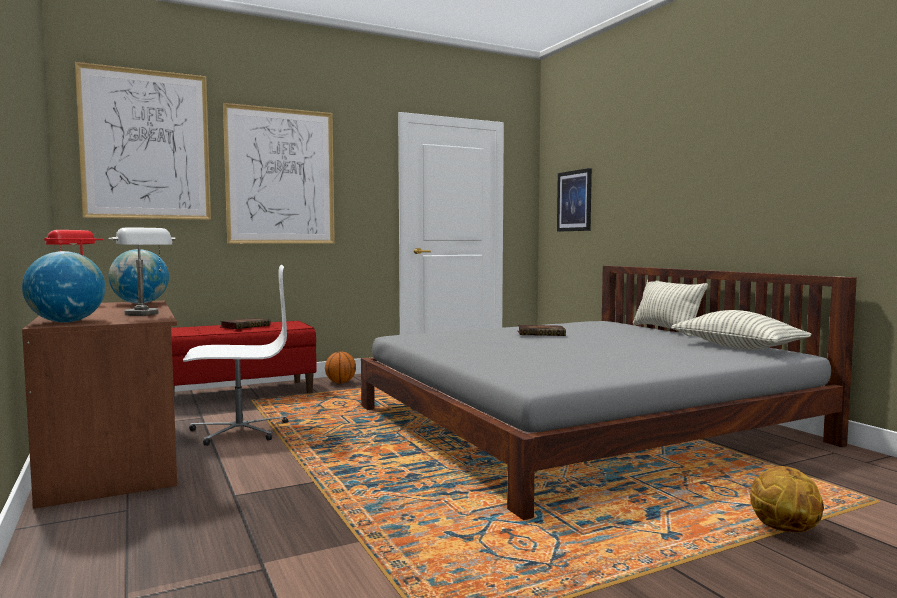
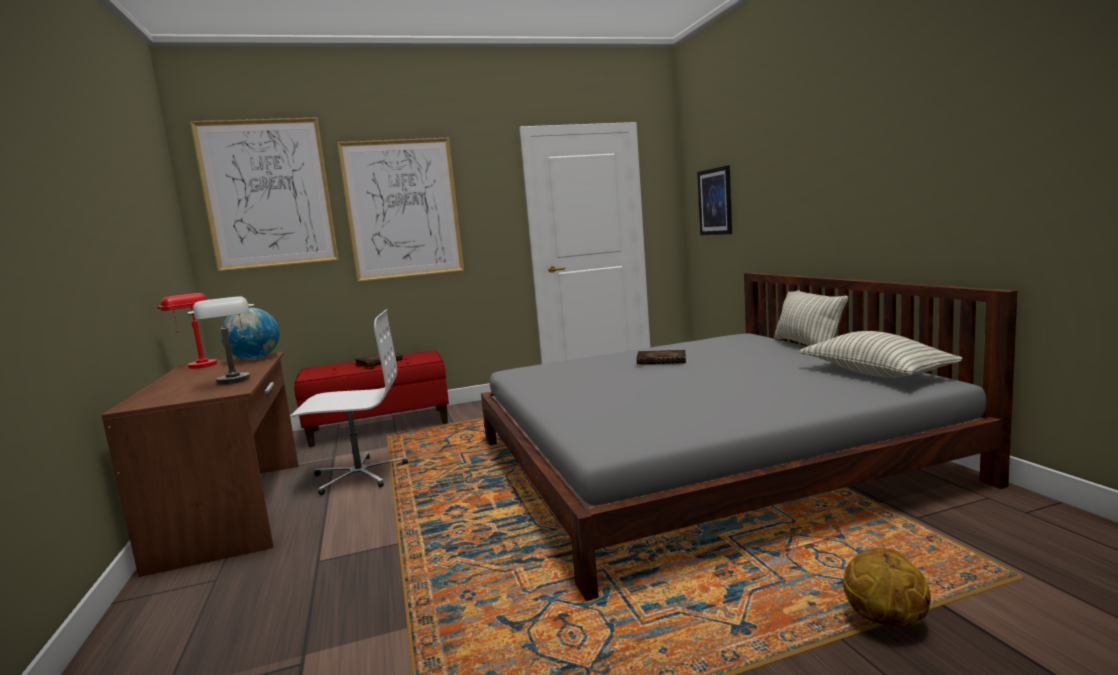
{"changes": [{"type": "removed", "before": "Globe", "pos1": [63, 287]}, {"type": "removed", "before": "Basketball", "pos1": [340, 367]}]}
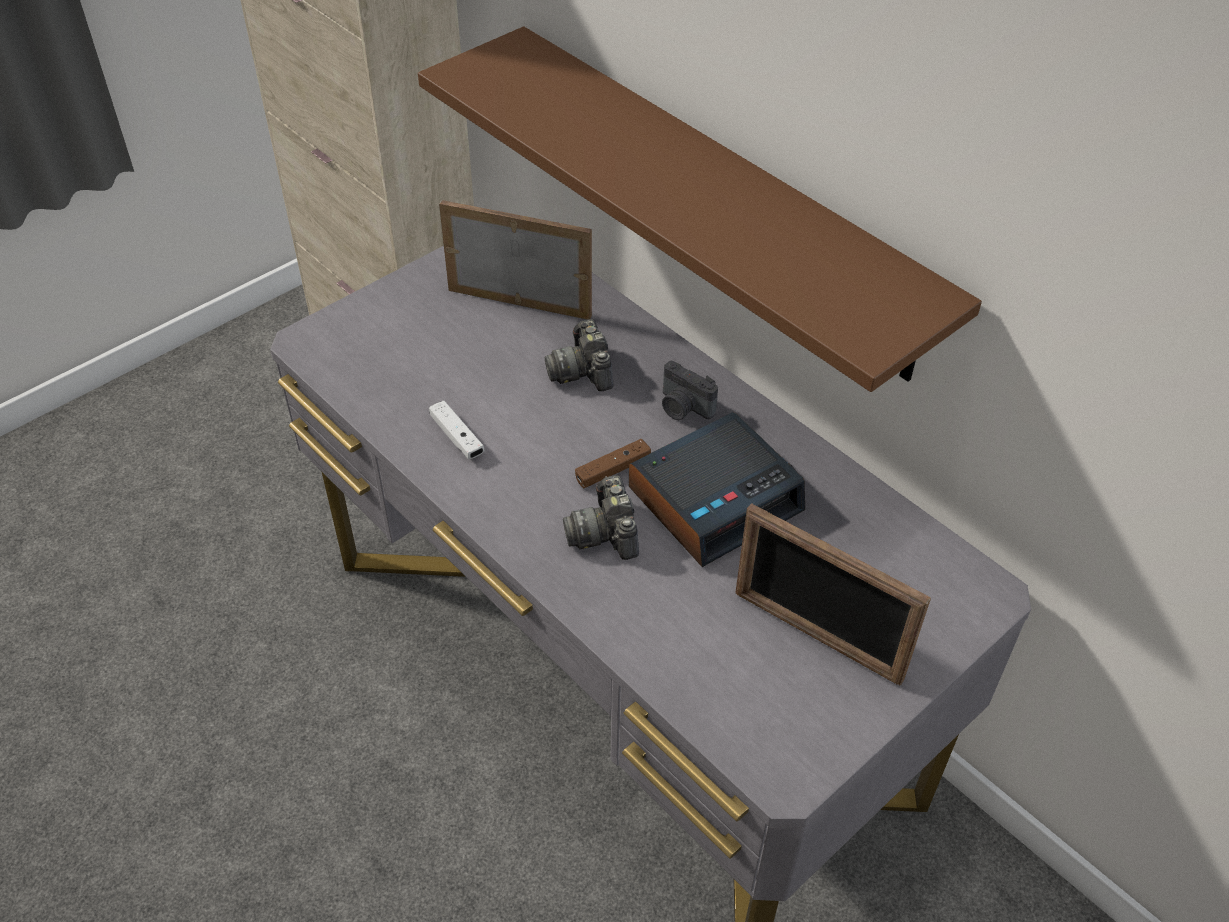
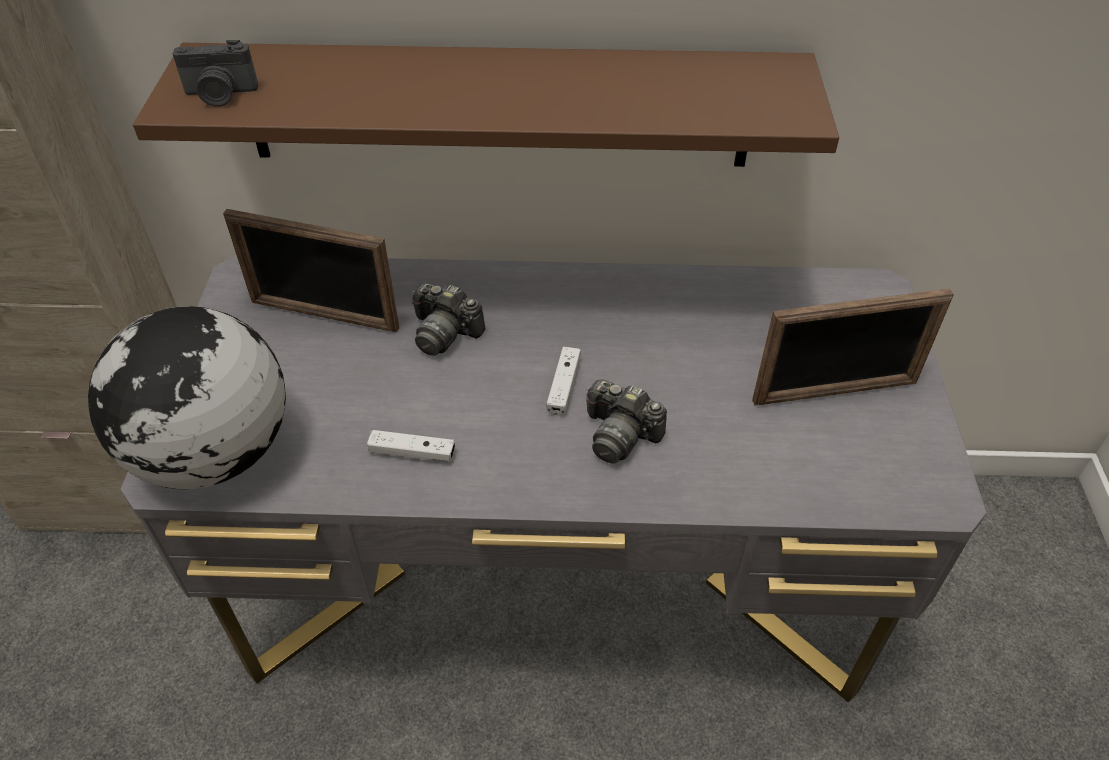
{"changes": [{"type": "removed", "before": "AlarmClock", "pos1": [717, 489]}, {"type": "added", "after": "Globe", "pos2": [187, 397]}, {"type": "moved", "before": "PhotoCamera", "pos1": [690, 390], "pos2": [215, 73]}, {"type": "recoloured", "before": "BrownGameController", "after": "WhiteGameController", "pos1": [613, 463], "pos2": [564, 381]}, {"type": "turned", "before": "PictureFrame", "pos1": [515, 260], "pos2": [311, 270], "turn": -135}]}
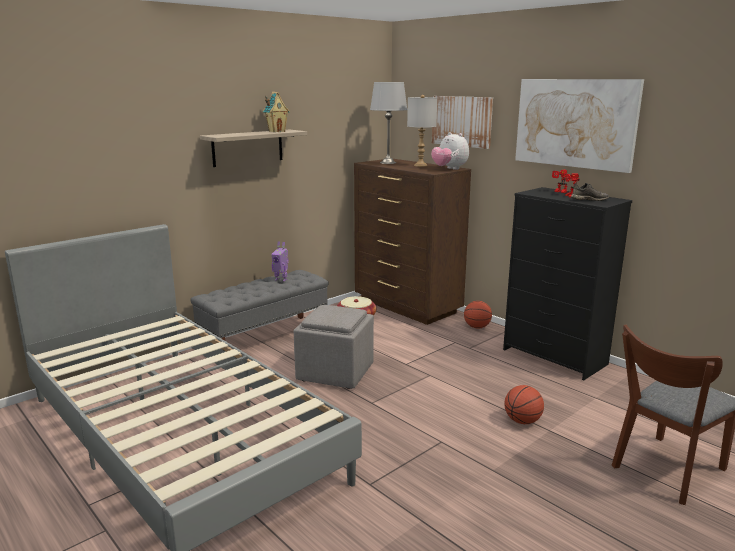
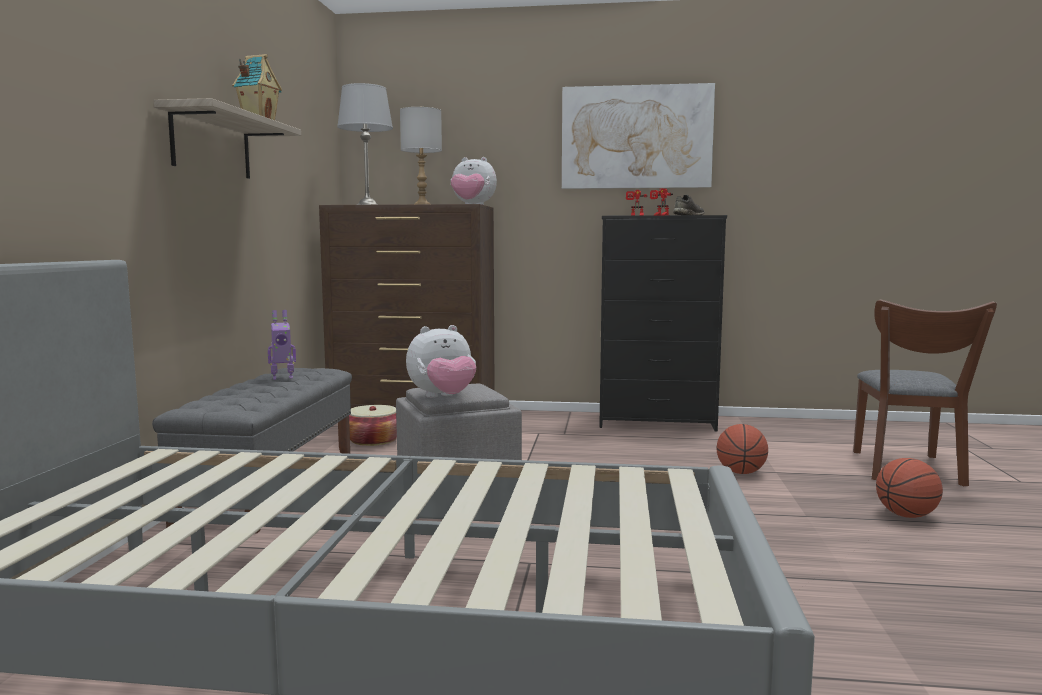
{"changes": [{"type": "removed", "before": "Picture", "pos1": [462, 122]}, {"type": "added", "after": "PlushToy", "pos2": [441, 361]}, {"type": "moved", "before": "Basketball", "pos1": [478, 315], "pos2": [909, 488]}]}
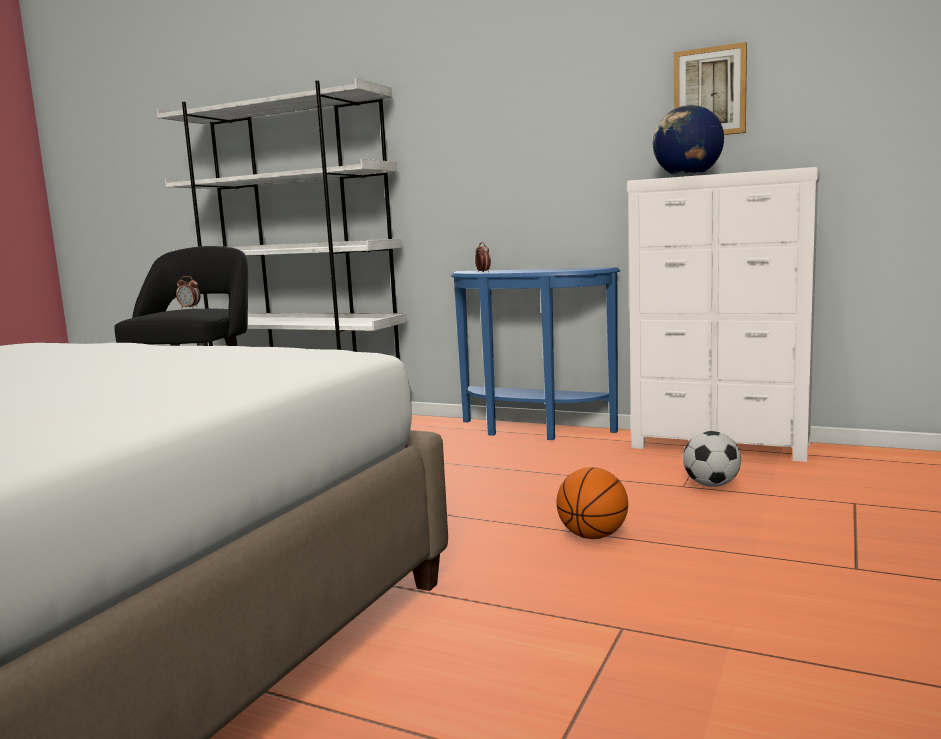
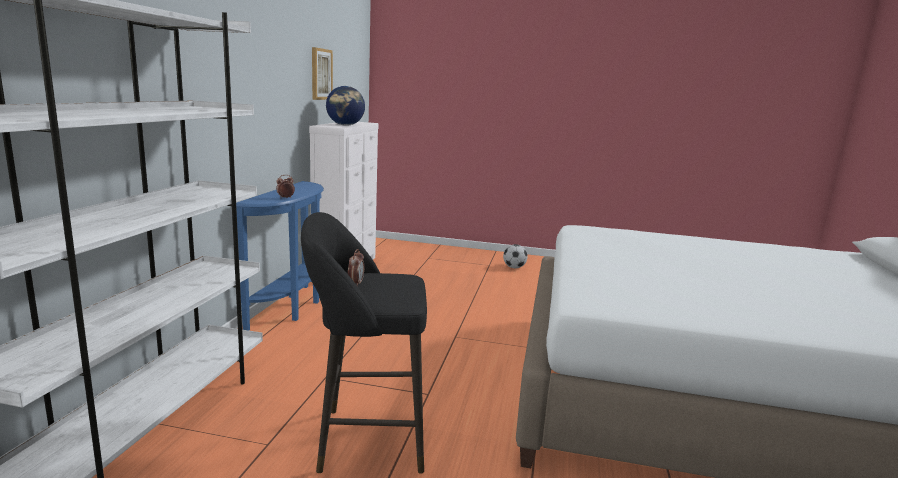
{"changes": [{"type": "removed", "before": "Basketball", "pos1": [592, 503]}, {"type": "moved", "before": "Football", "pos1": [712, 459], "pos2": [515, 256]}]}
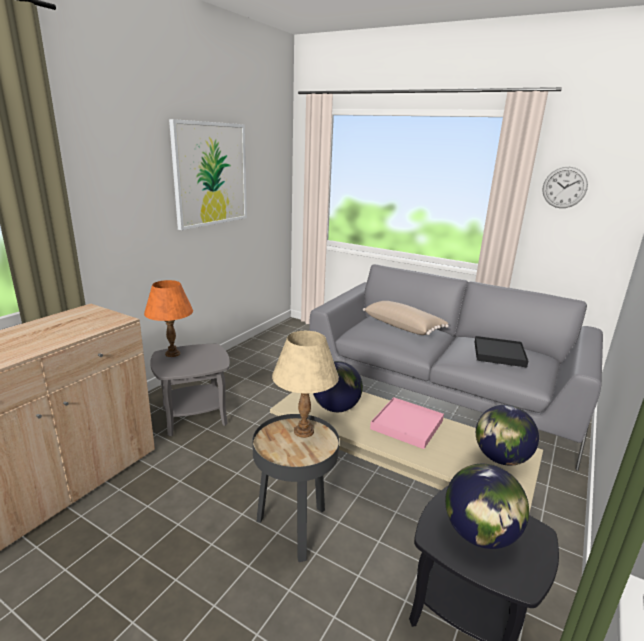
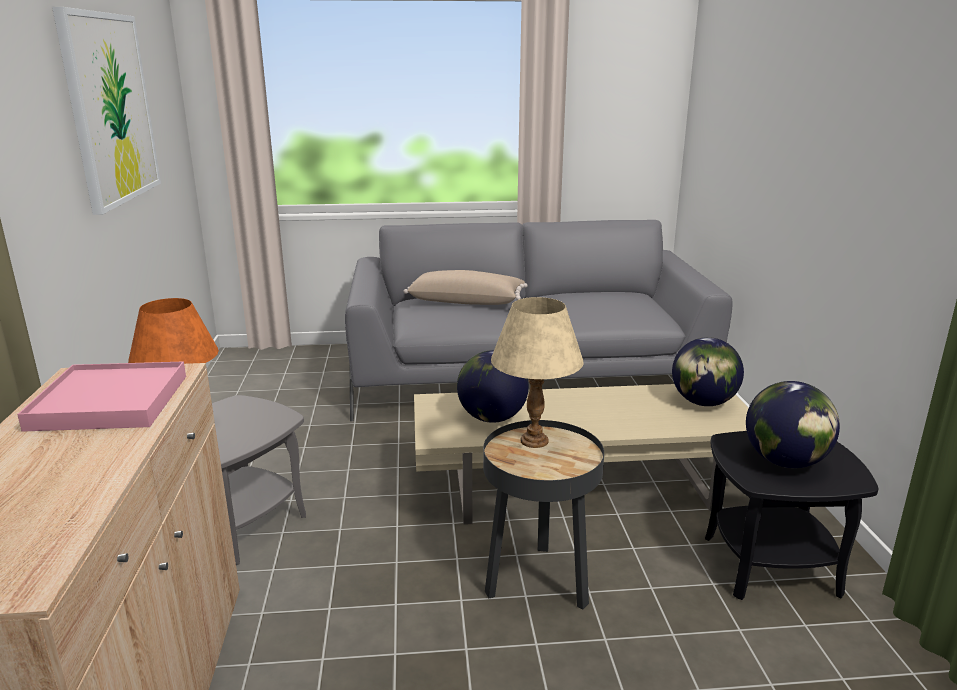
{"changes": [{"type": "removed", "before": "BlackTray", "pos1": [501, 352]}, {"type": "removed", "before": "WallClock", "pos1": [565, 187]}, {"type": "moved", "before": "PinkTray", "pos1": [407, 423], "pos2": [101, 396]}]}
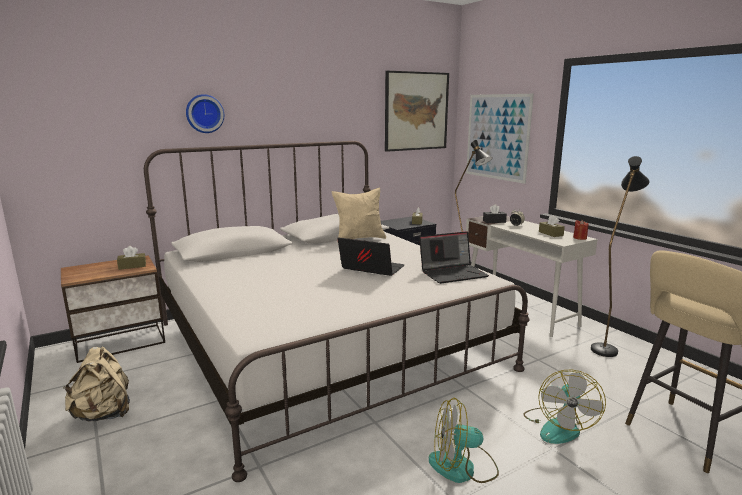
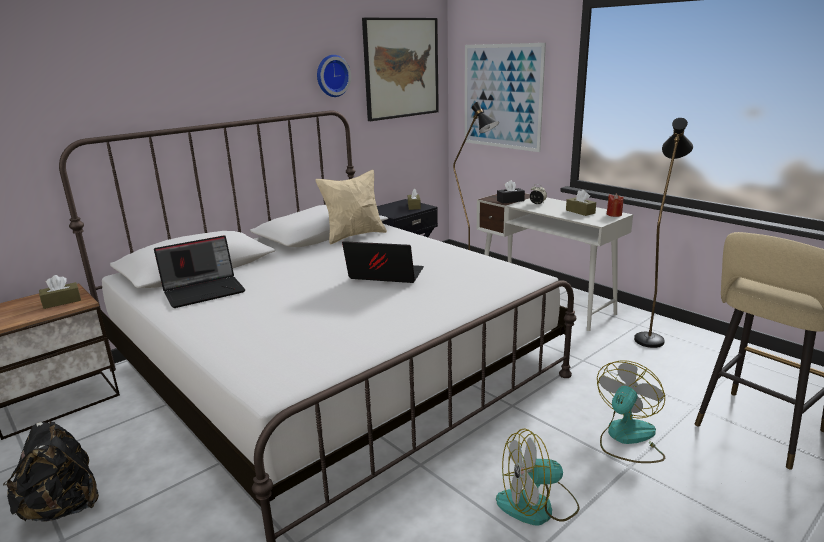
{"changes": [{"type": "moved", "before": "WallClock", "pos1": [205, 113], "pos2": [334, 76]}, {"type": "moved", "before": "Laptop", "pos1": [454, 257], "pos2": [199, 271]}, {"type": "recoloured", "before": "BeigeBackpack", "after": "BlackBackpack", "pos1": [96, 383], "pos2": [51, 472]}, {"type": "turned", "before": "Fan", "pos1": [564, 406], "pos2": [631, 411], "turn": -150}]}
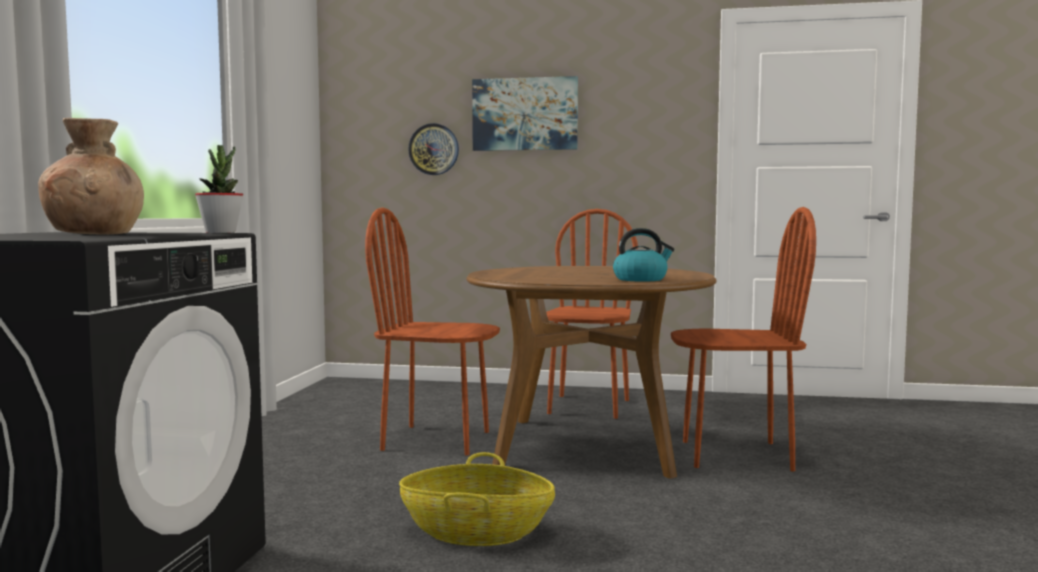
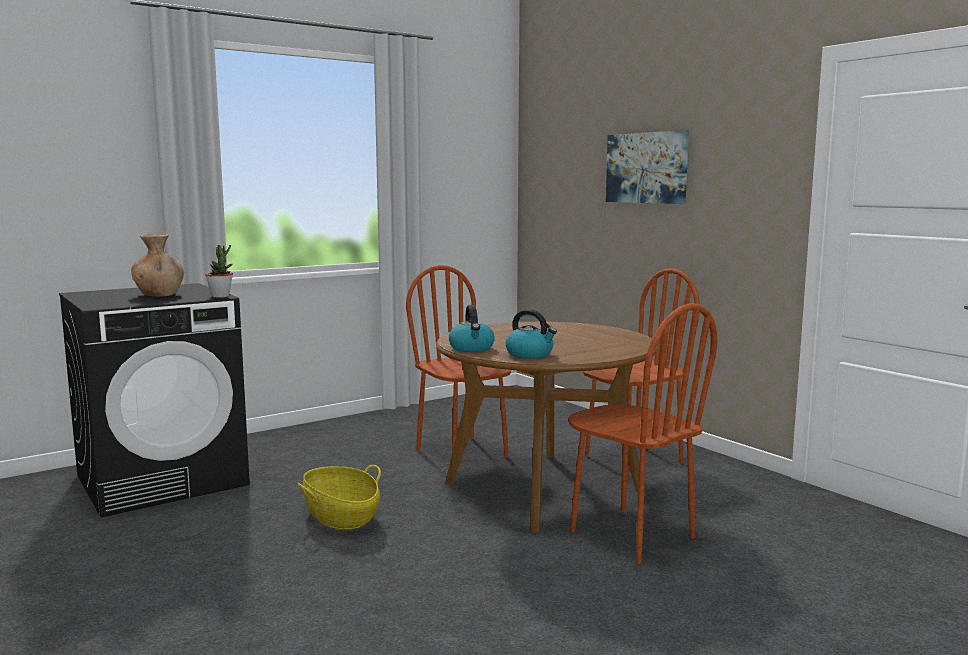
{"changes": [{"type": "removed", "before": "WallClock", "pos1": [433, 149]}, {"type": "added", "after": "Kettle", "pos2": [472, 328]}]}
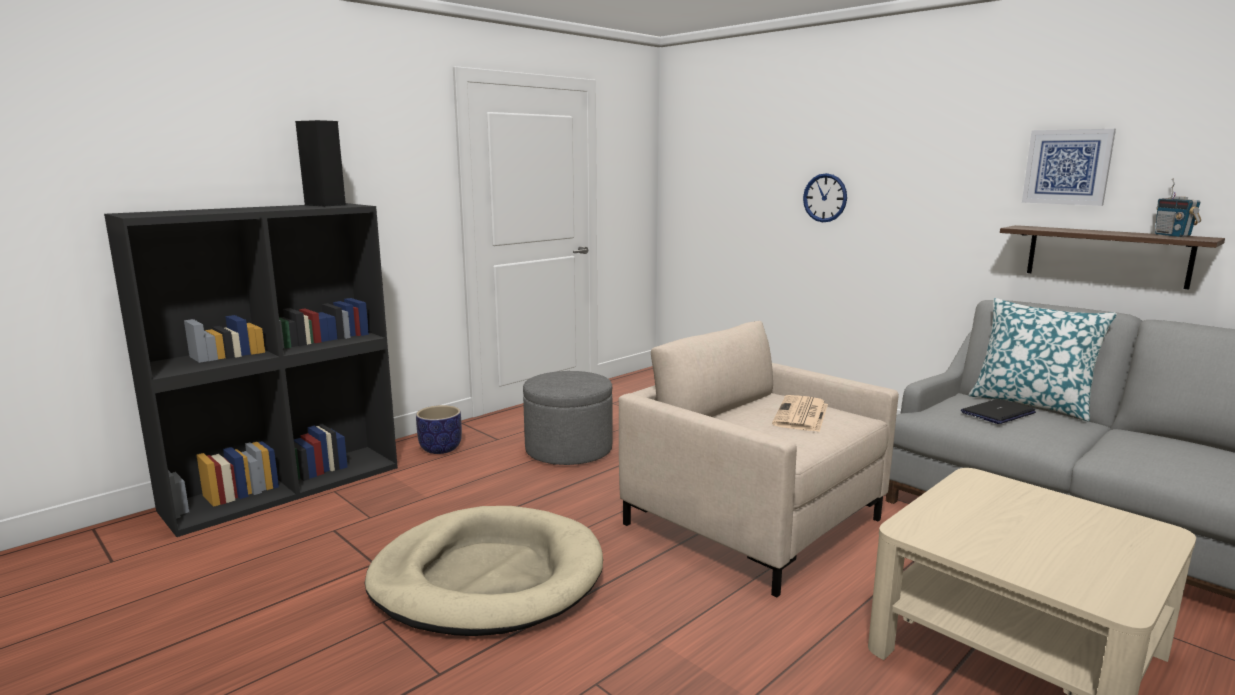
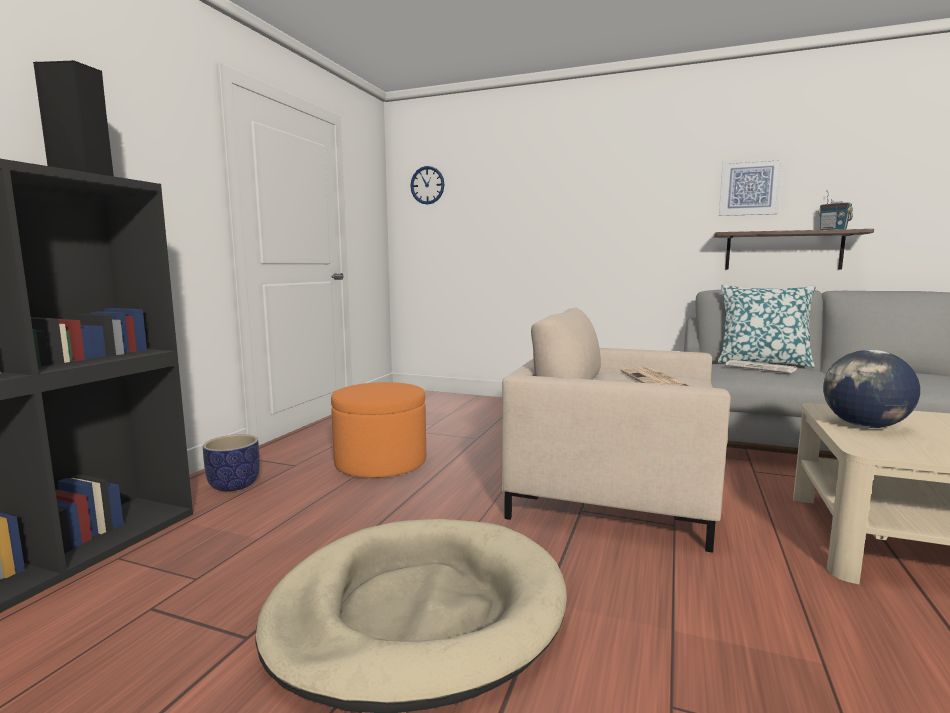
{"changes": [{"type": "added", "after": "Globe", "pos2": [871, 389]}, {"type": "moved", "before": "WallClock", "pos1": [825, 197], "pos2": [427, 185]}, {"type": "replaced", "before": "Laptop", "after": "Newspaper", "pos1": [998, 411], "pos2": [761, 366]}, {"type": "recoloured", "before": "GreyOttoman", "after": "OrangeOttoman", "pos1": [567, 418], "pos2": [378, 430]}]}
